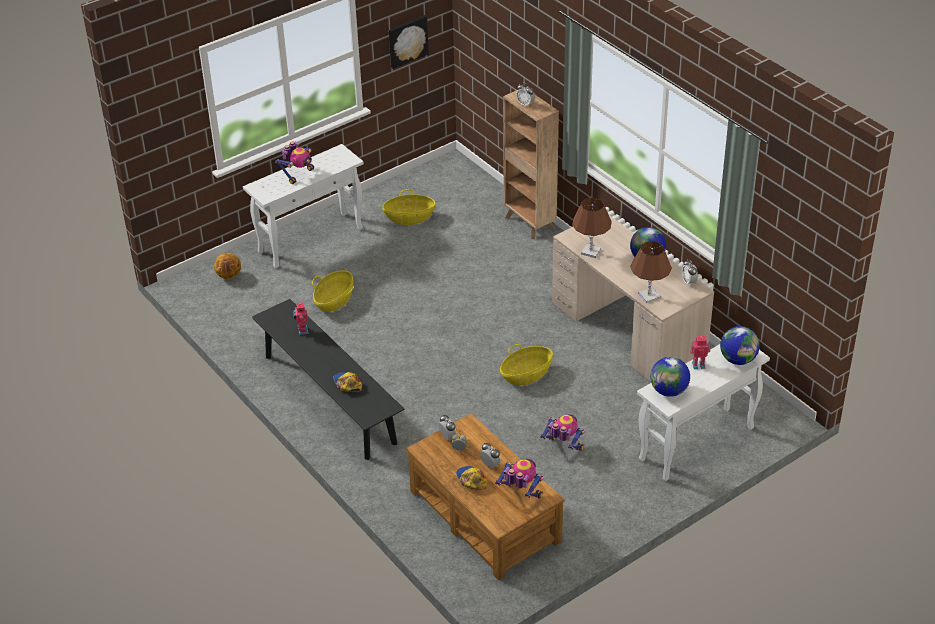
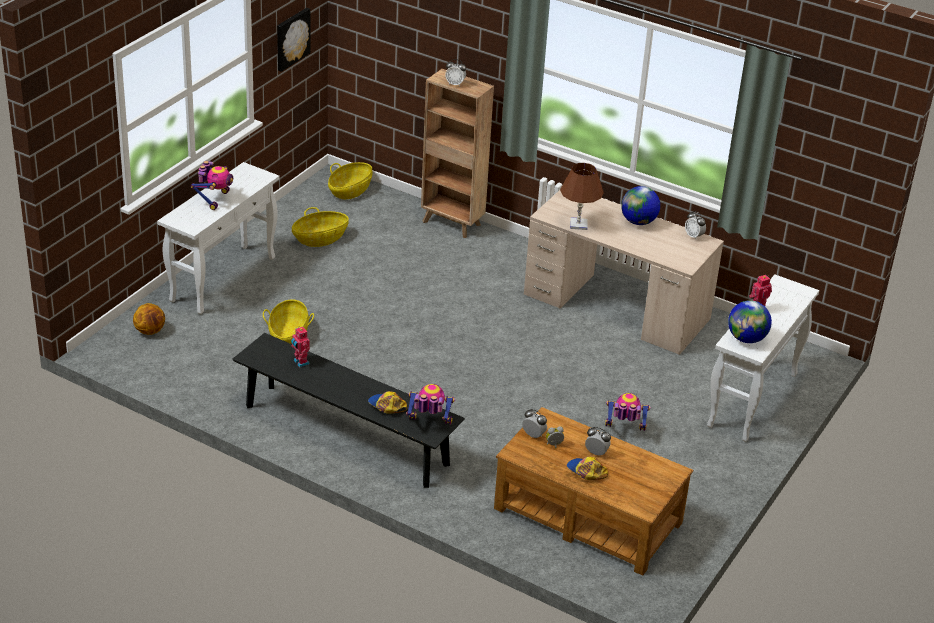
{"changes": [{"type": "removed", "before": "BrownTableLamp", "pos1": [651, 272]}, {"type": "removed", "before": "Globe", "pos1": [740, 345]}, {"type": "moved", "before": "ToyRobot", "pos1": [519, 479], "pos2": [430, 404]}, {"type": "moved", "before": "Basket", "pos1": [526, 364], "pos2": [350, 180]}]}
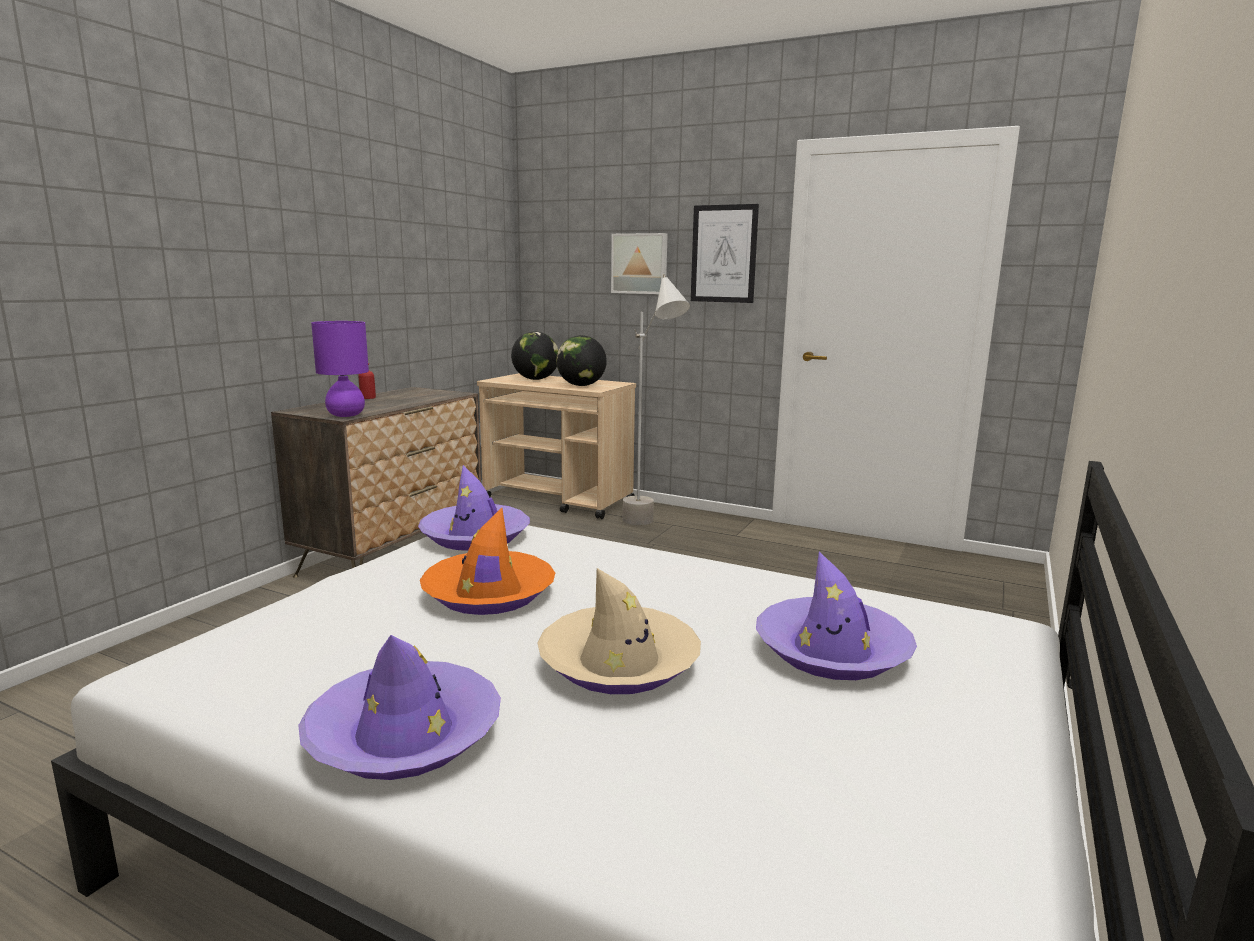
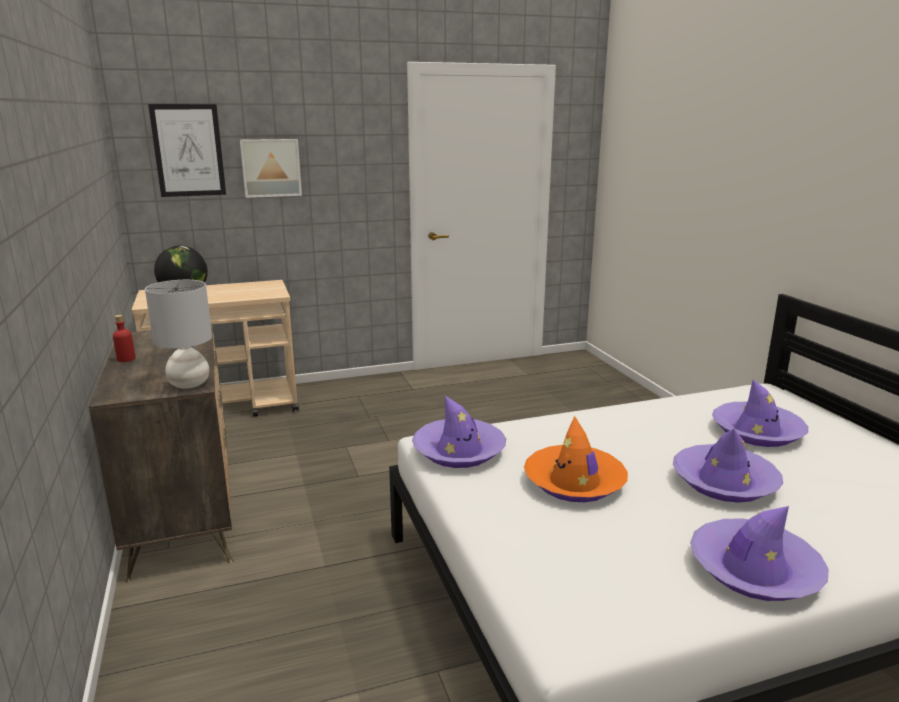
{"changes": [{"type": "removed", "before": "Globe", "pos1": [581, 360]}, {"type": "removed", "before": "GreyFloorLamp", "pos1": [656, 399]}, {"type": "moved", "before": "Picture", "pos1": [725, 253], "pos2": [187, 150]}, {"type": "recoloured", "before": "PurpleTableLamp", "after": "GreyTableLamp", "pos1": [340, 369], "pos2": [178, 334]}, {"type": "recoloured", "before": "BeigeHat", "after": "PurpleHat", "pos1": [619, 631], "pos2": [728, 466]}]}
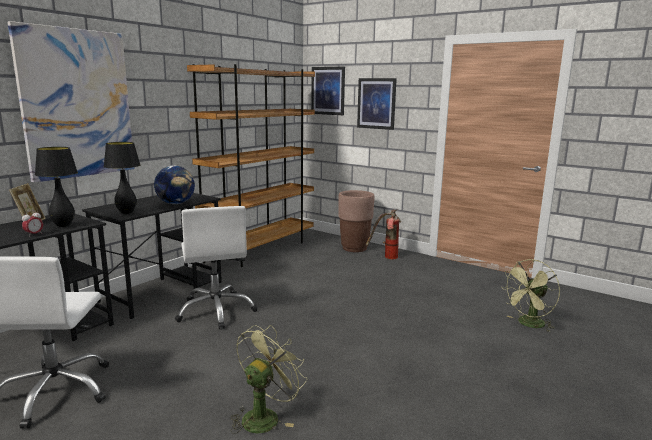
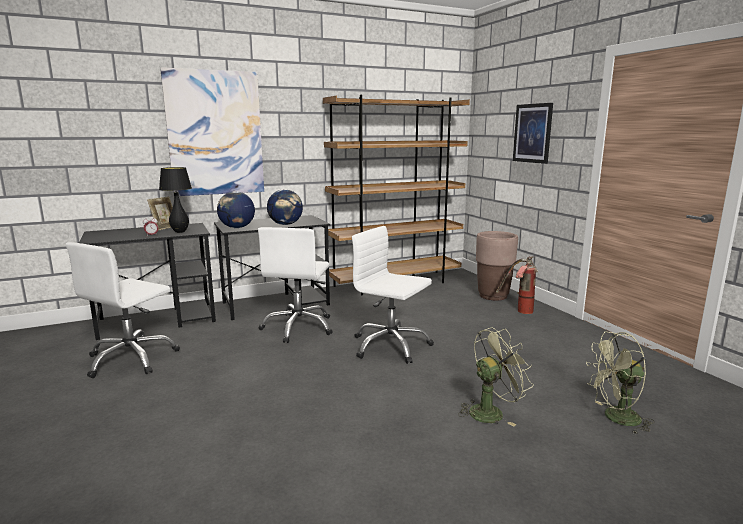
{"changes": [{"type": "removed", "before": "Picture", "pos1": [328, 91]}, {"type": "added", "after": "WhiteOfficeChair", "pos2": [393, 295]}, {"type": "moved", "before": "GreenFan", "pos1": [269, 379], "pos2": [496, 377]}, {"type": "replaced", "before": "BlackTableLamp", "after": "Globe", "pos1": [122, 178], "pos2": [236, 209]}]}
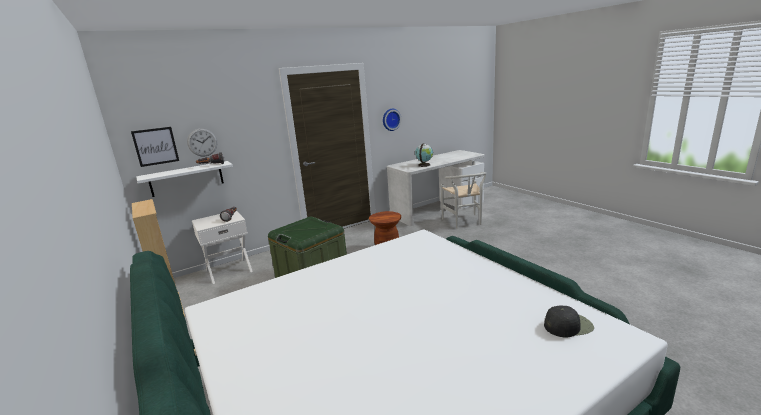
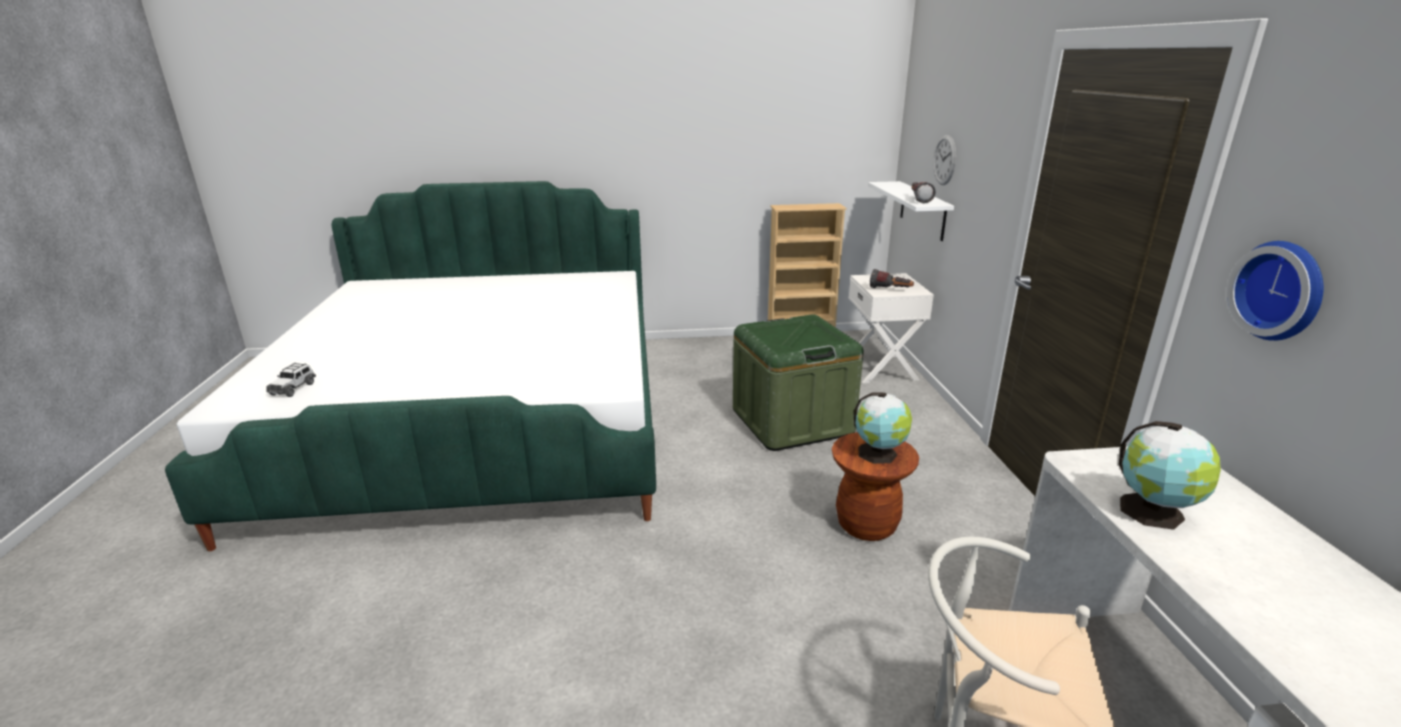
{"changes": [{"type": "removed", "before": "Picture", "pos1": [155, 147]}, {"type": "added", "after": "Globe", "pos2": [882, 428]}, {"type": "replaced", "before": "BlackCap", "after": "ToyCar", "pos1": [569, 322], "pos2": [291, 380]}]}
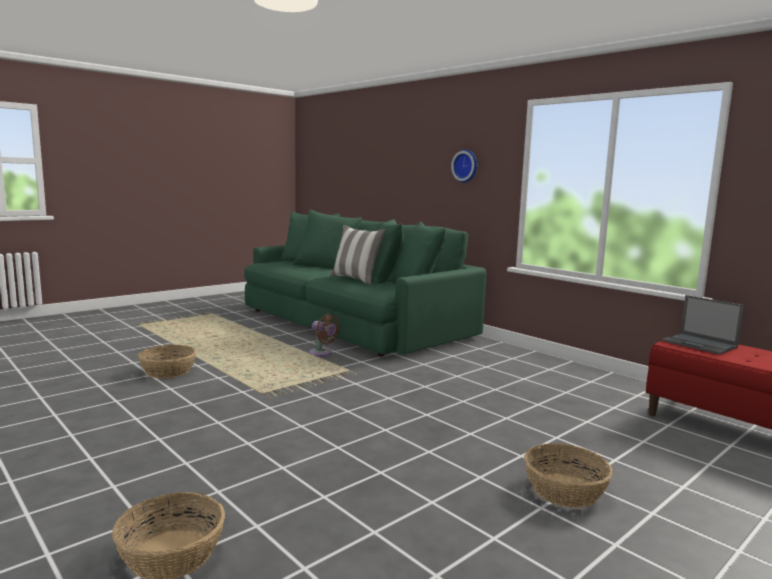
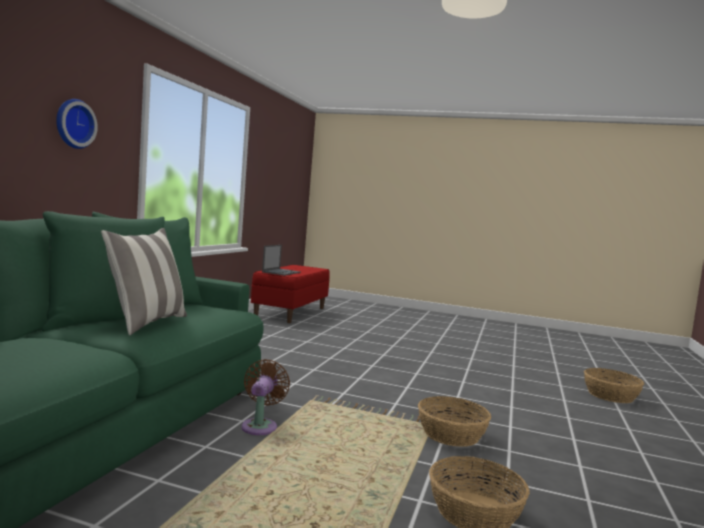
{"changes": [{"type": "moved", "before": "Basket", "pos1": [568, 475], "pos2": [454, 421]}]}
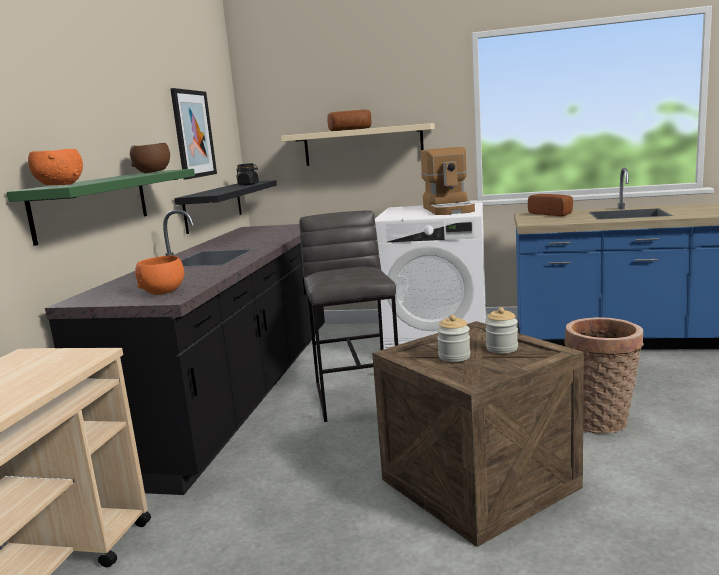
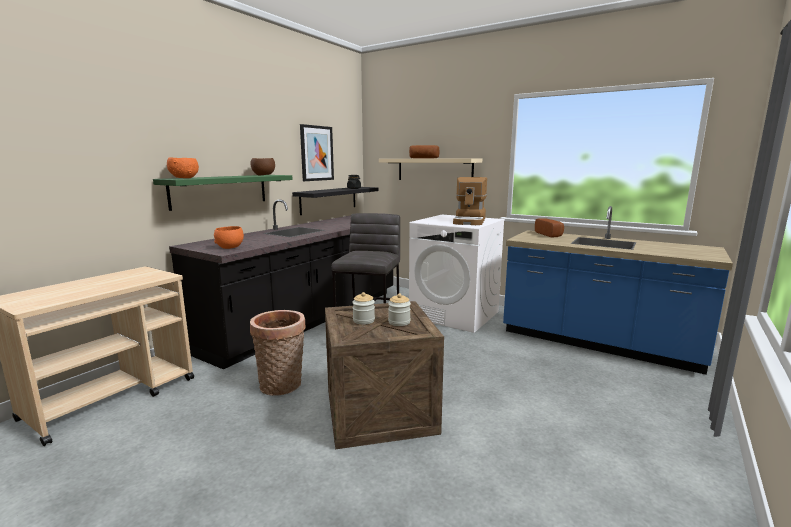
{"changes": [{"type": "moved", "before": "Basket", "pos1": [604, 375], "pos2": [277, 353]}]}
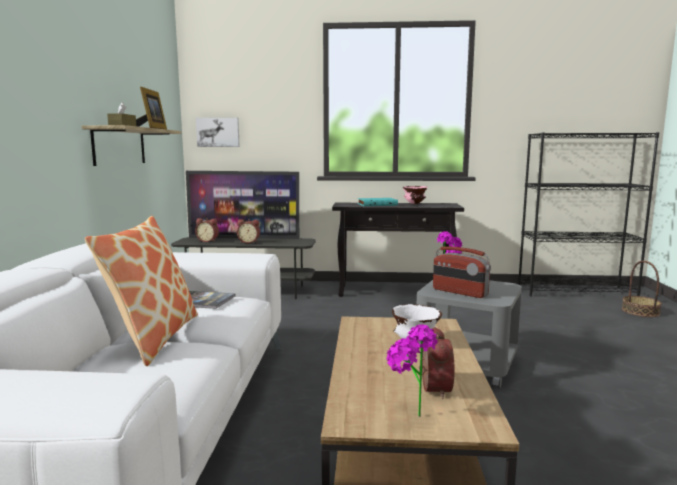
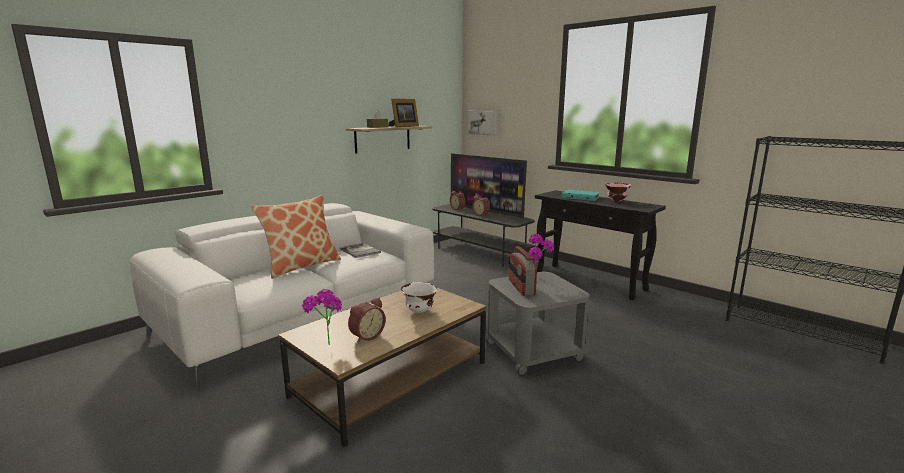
{"changes": [{"type": "removed", "before": "Basket", "pos1": [642, 289]}]}
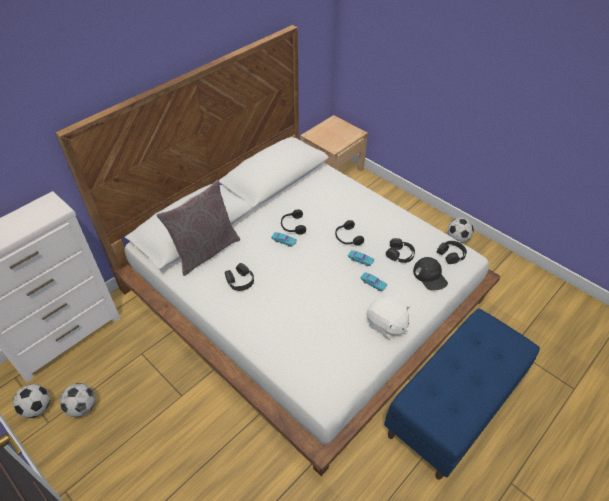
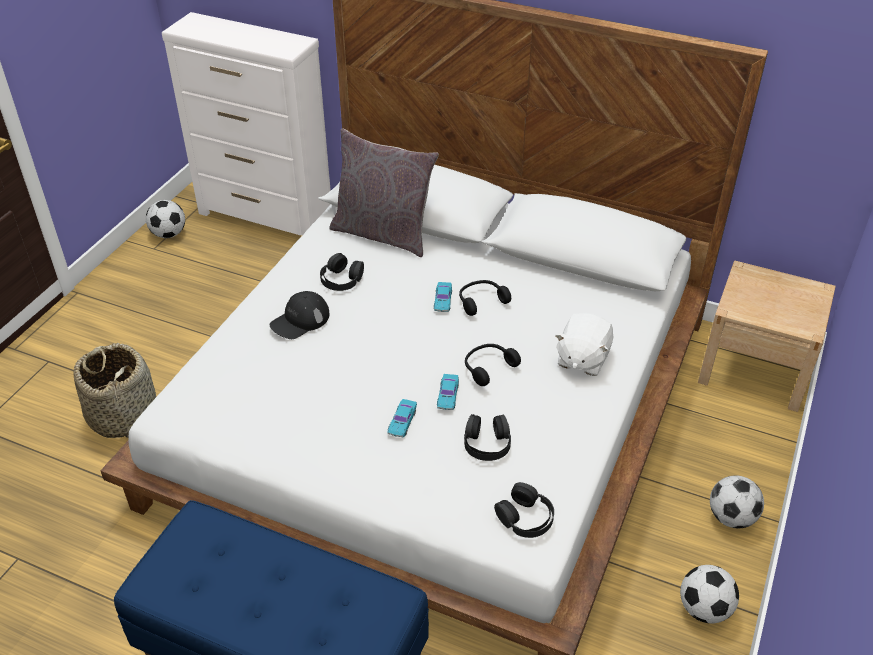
{"changes": [{"type": "added", "after": "Basket", "pos2": [115, 390]}, {"type": "moved", "before": "Football", "pos1": [77, 400], "pos2": [737, 501]}, {"type": "moved", "before": "WhitePlushToy", "pos1": [388, 317], "pos2": [584, 344]}, {"type": "moved", "before": "BlackCap", "pos1": [430, 274], "pos2": [299, 315]}]}
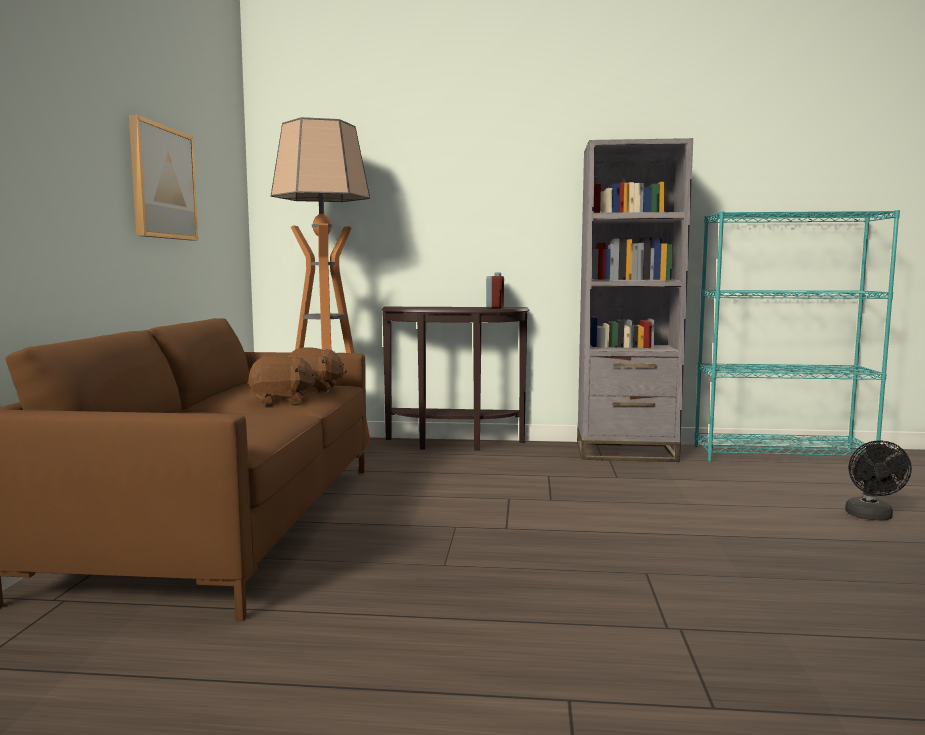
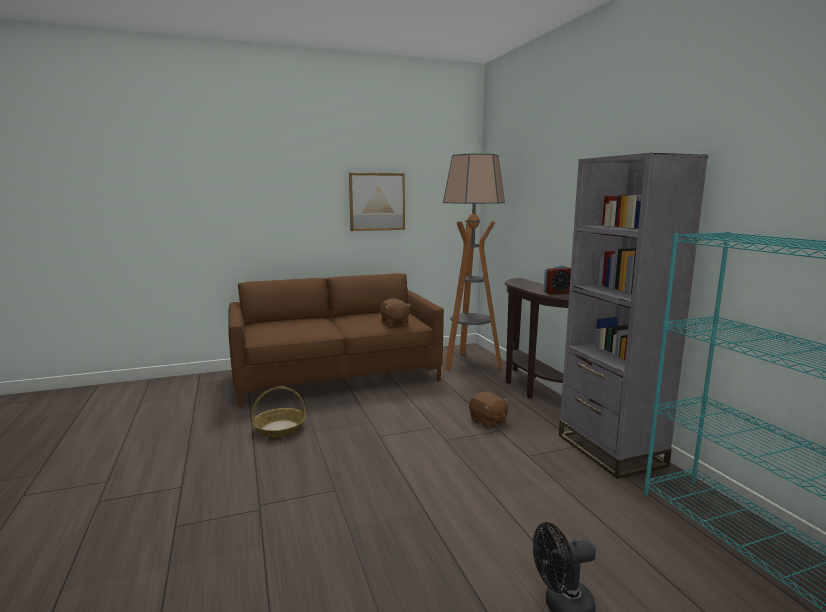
{"changes": [{"type": "added", "after": "Basket", "pos2": [279, 412]}, {"type": "moved", "before": "BrownPlushToy", "pos1": [283, 380], "pos2": [489, 410]}]}
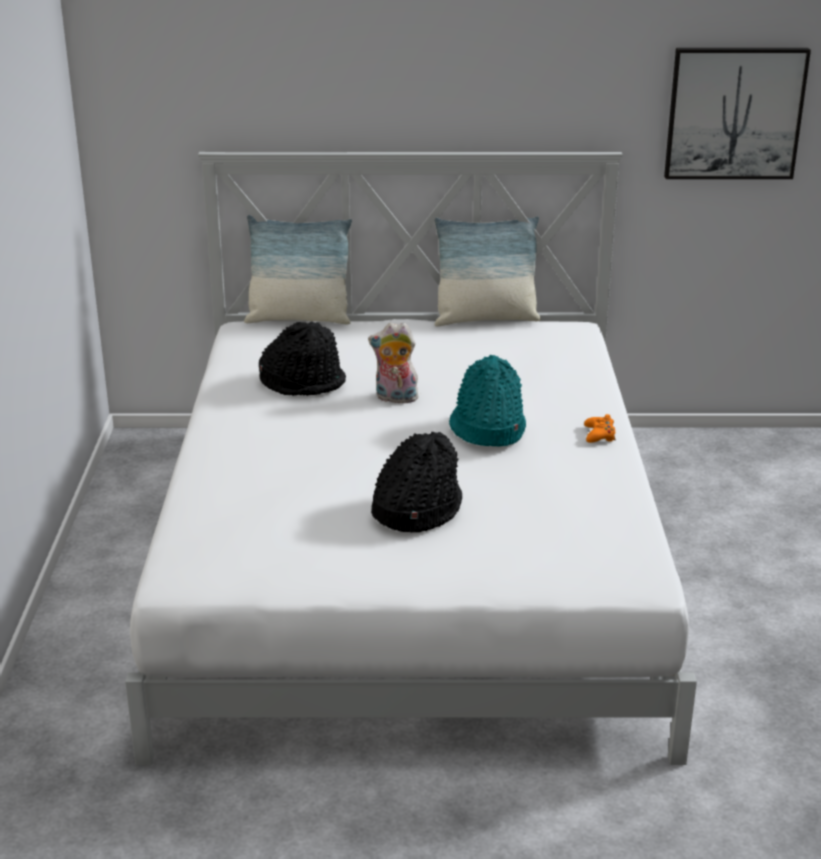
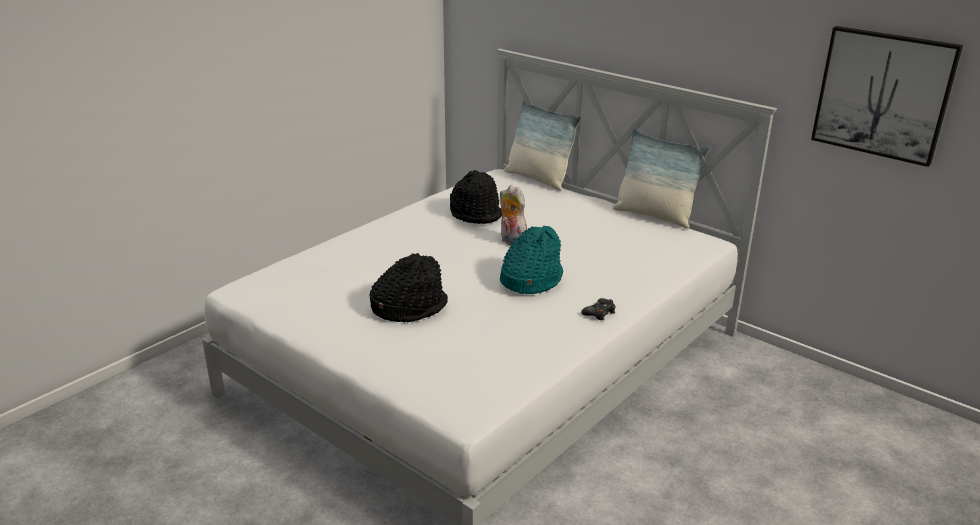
{"changes": [{"type": "recoloured", "before": "OrangeGameController", "after": "BlackGameController", "pos1": [600, 428], "pos2": [598, 309]}]}
